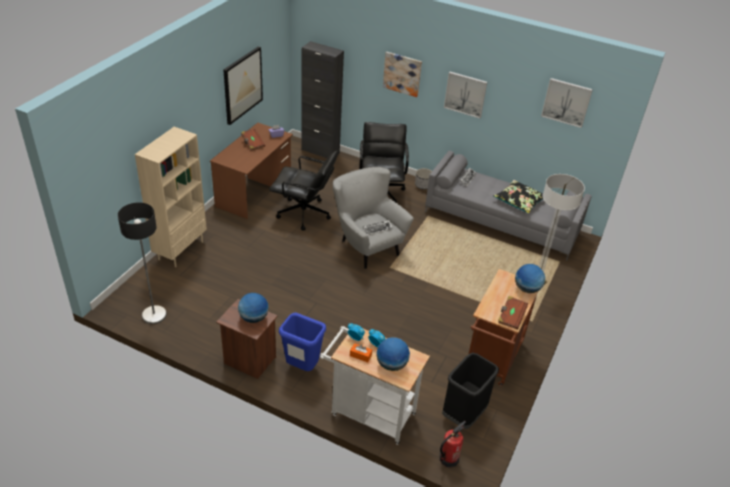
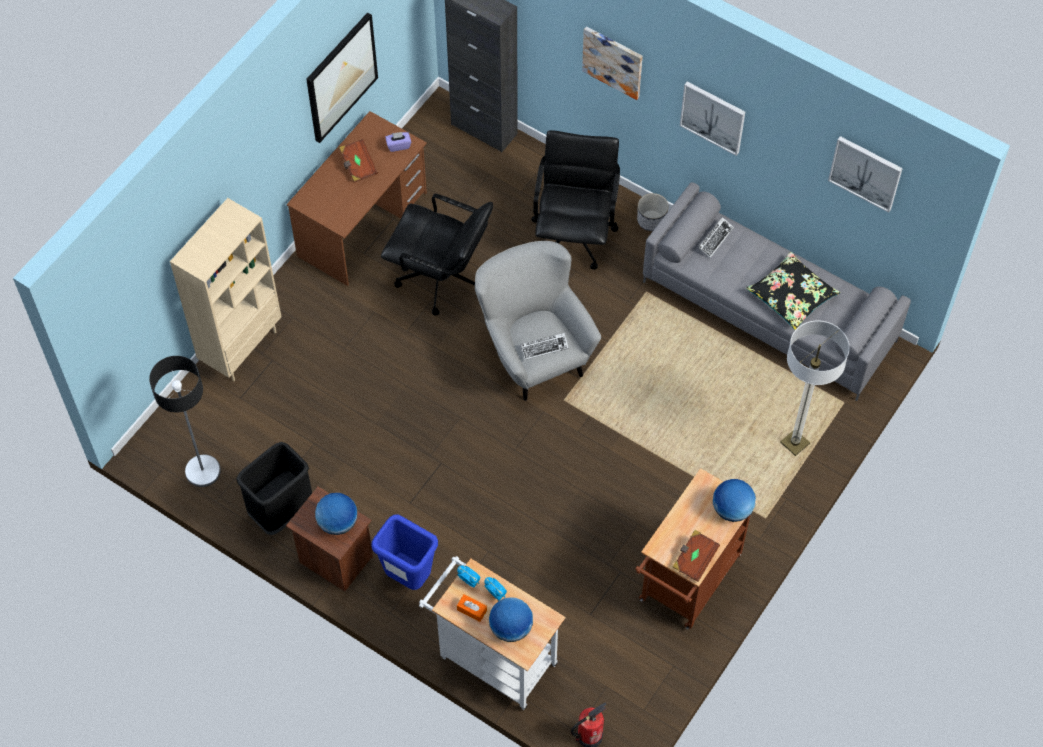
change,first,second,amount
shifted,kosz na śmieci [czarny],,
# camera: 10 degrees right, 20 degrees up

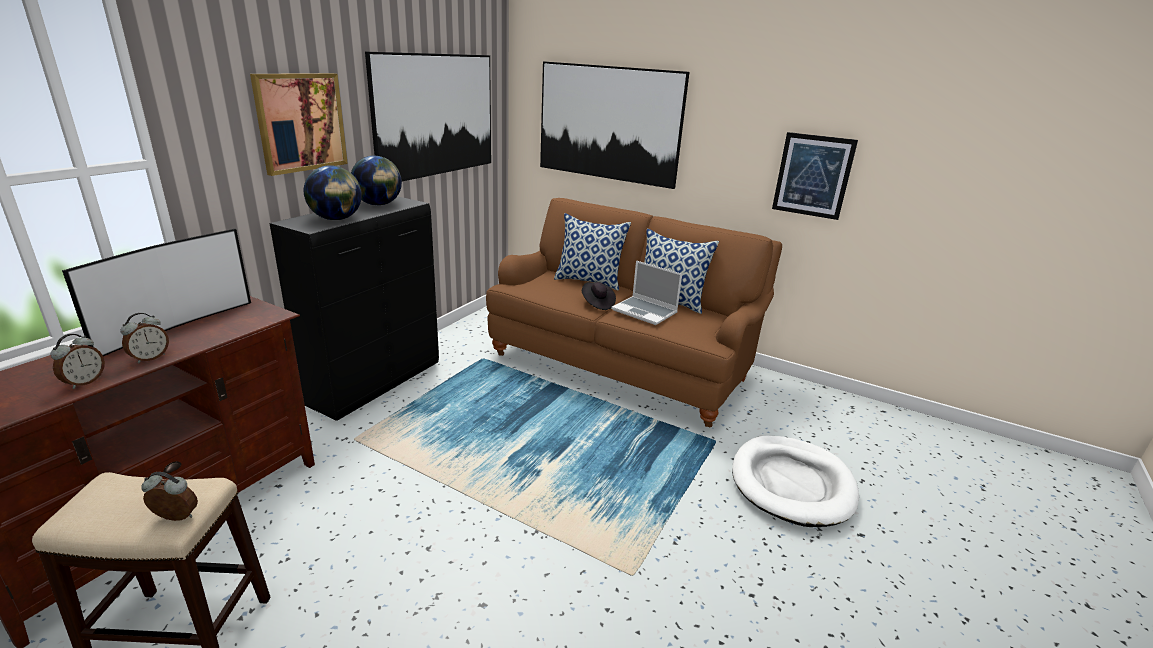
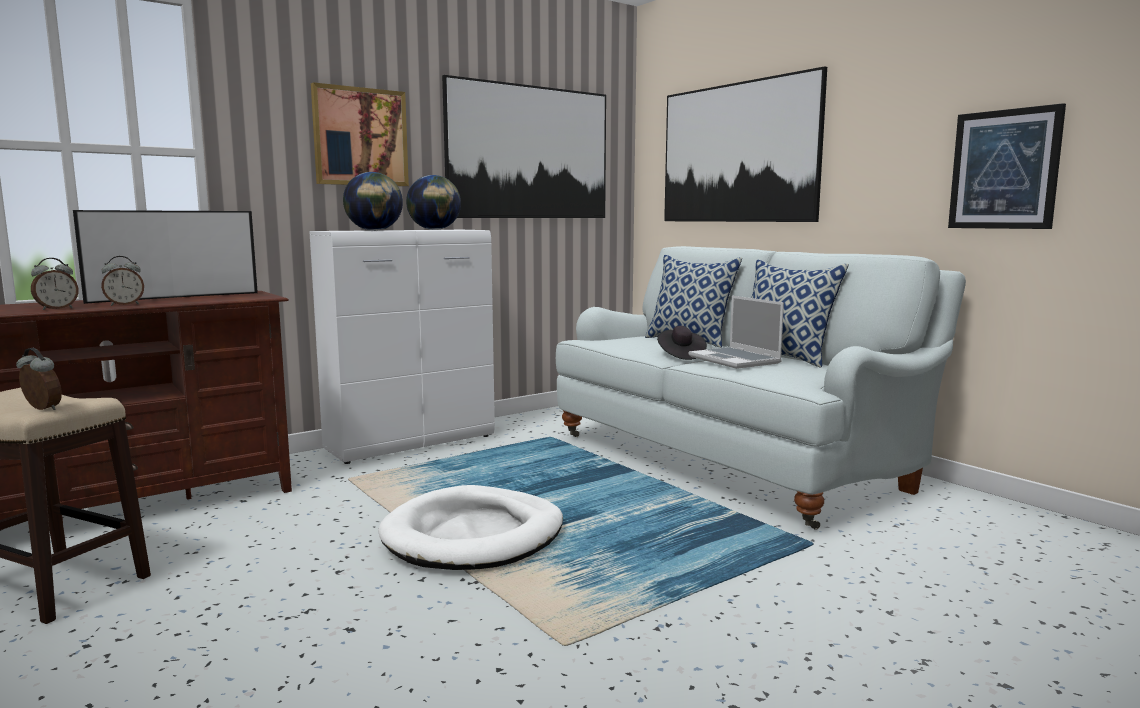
change,first,second,amount
repainted,szafka [czarny],szafka [biały],
repainted,kanapa [brązowy],kanapa [biały],
shifted,legowisko [biały],,
# camera: 25 degrees right, 15 degrees down

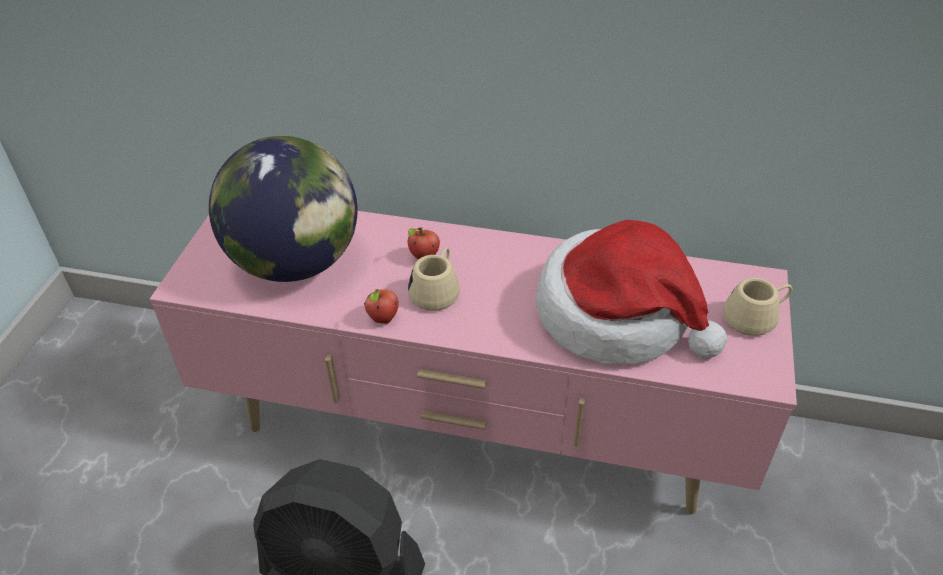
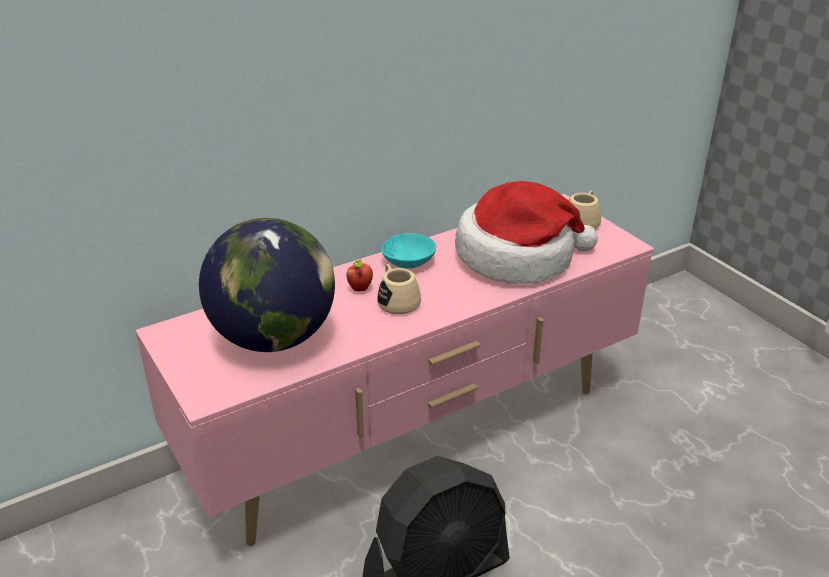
change,first,second,amount
gone,jabłko (no. 1 from left),,
new,,miska [turkusowy],
# camera: 45 degrees left, 10 degrees down

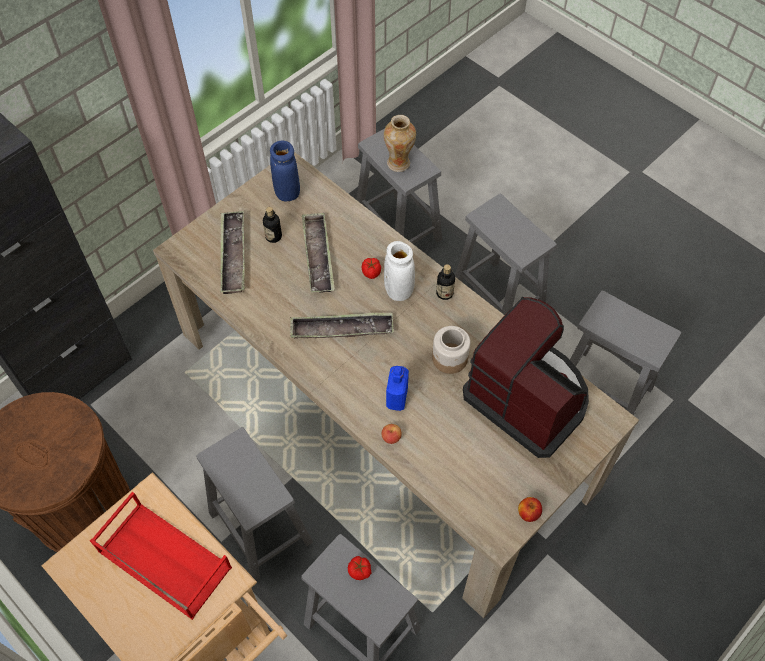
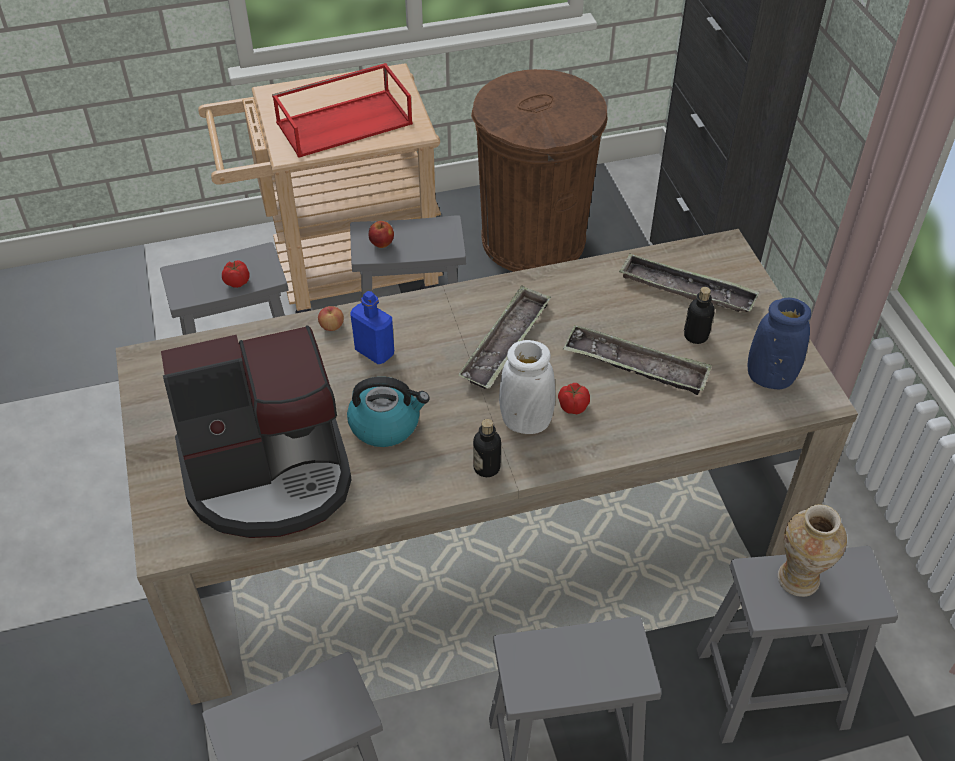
change,first,second,amount
swapped,słoik,czajnik,
shifted,jabłko (no. 2 from left),,
# camera: 120 degrees right, 10 degrees down

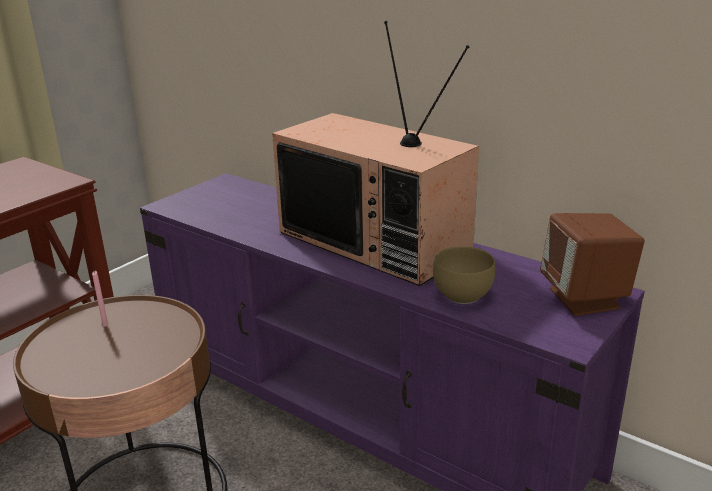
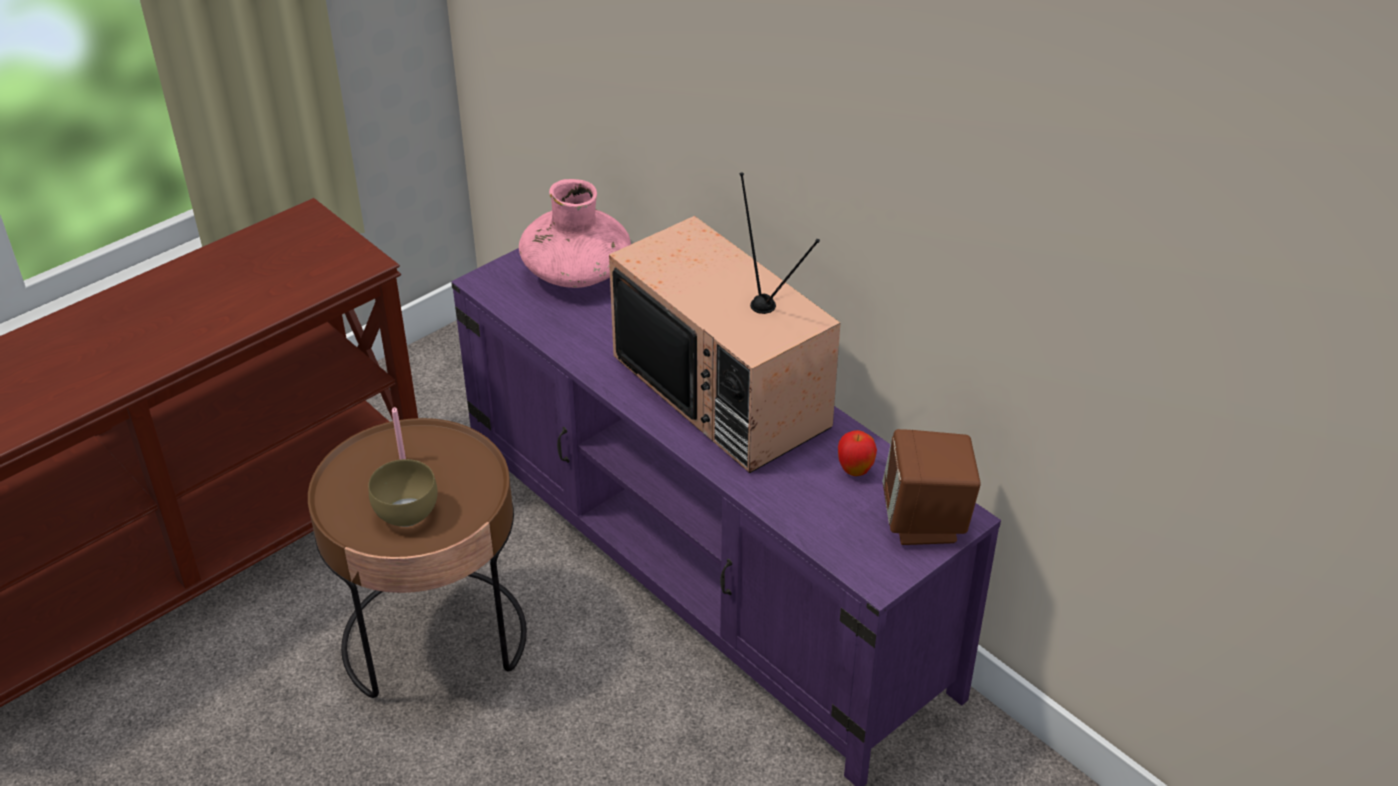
change,first,second,amount
shifted,miska [brązowy],,
new,,wazon [różowy],
new,,jabłko,
# camera: 10 degrees right, 15 degrees up

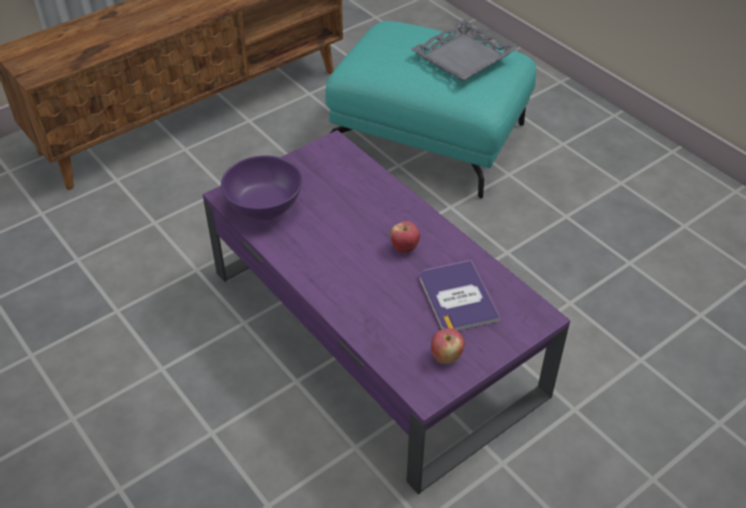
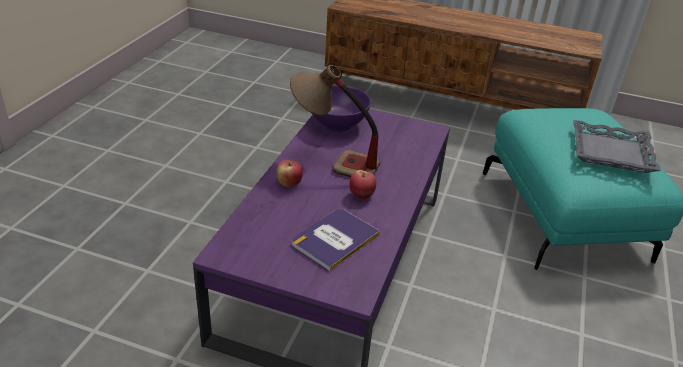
change,first,second,amount
shifted,jabłko (no. 2 from left in the first image),jabłko (no. 1 from left),
new,,lampa stołowa,
# camera: 55 degrees right, 10 degrees down

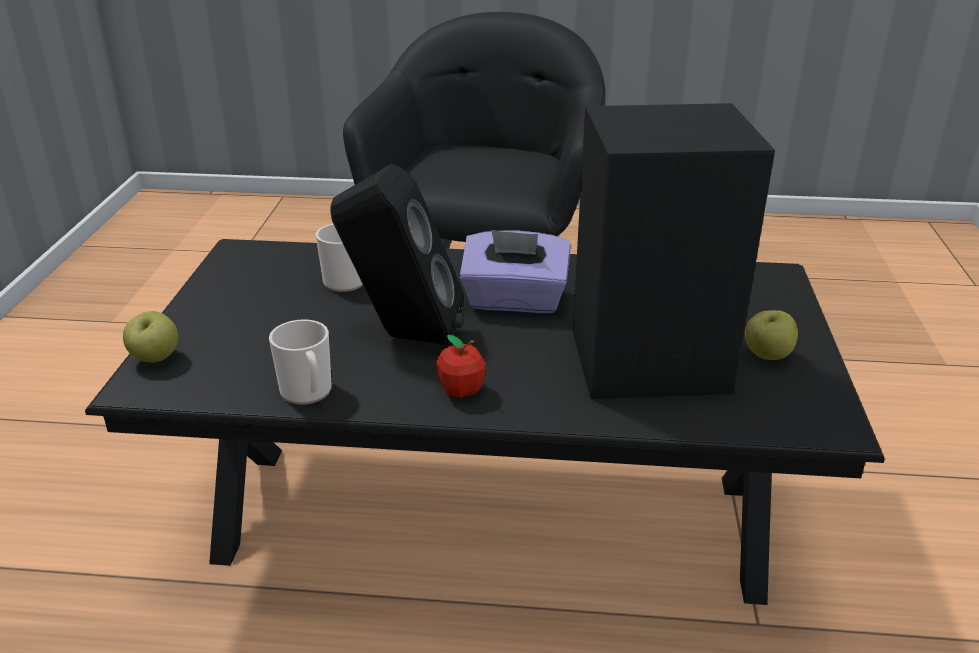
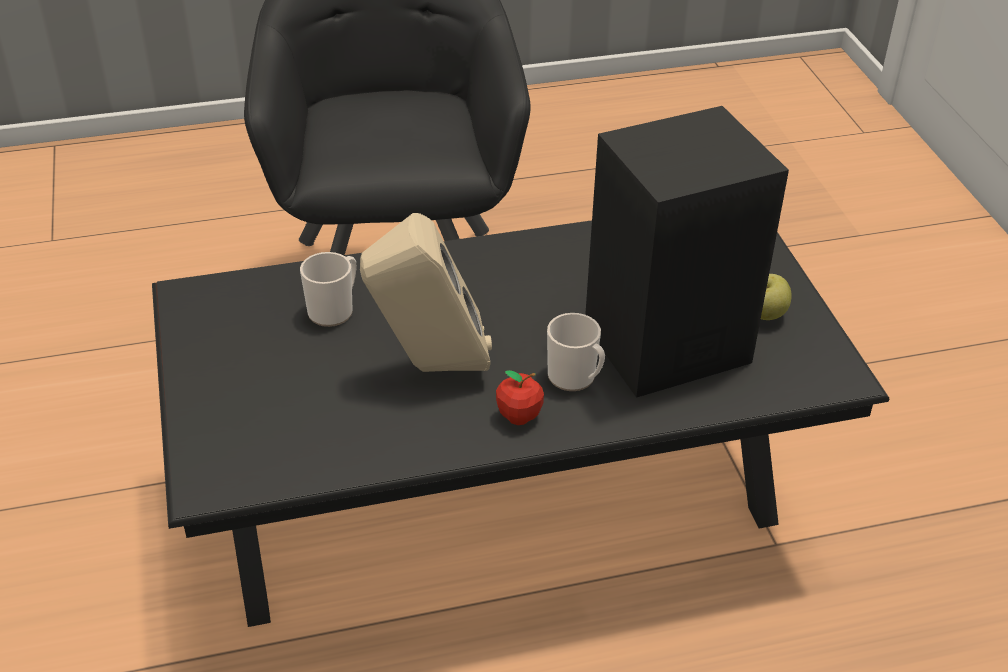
change,first,second,amount
repainted,głośnik [czarny] (no. 1 from left),głośnik [beżowy],
gone,pudełko chusteczek [fioletowy],,
gone,jabłko (no. 1 from left),,
shifted,kubek (no. 1 from left in the first image),kubek (no. 2 from left),
# camera: 20 degrees left, 10 degrees up

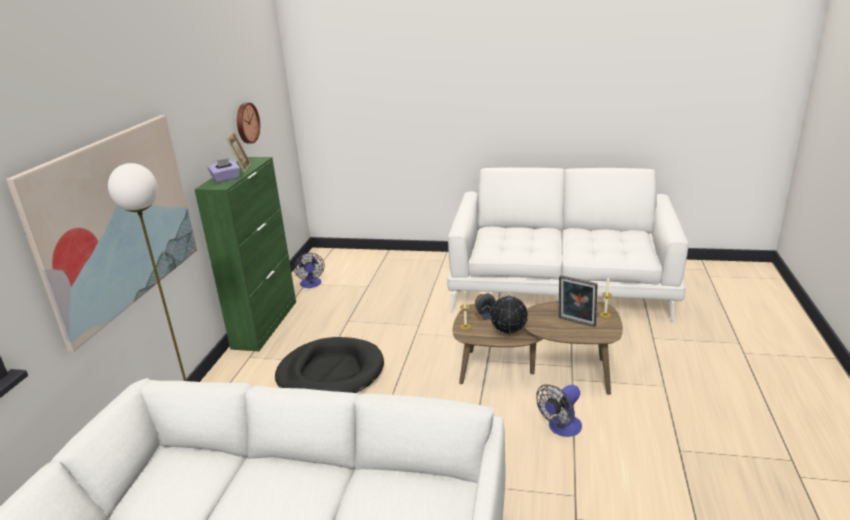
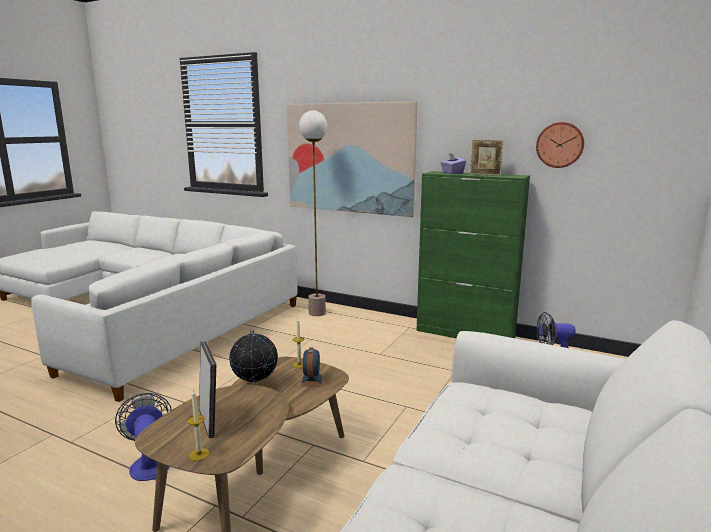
change,first,second,amount
rotated,ramka na zdjęcie (no. 2 from left in the first image),ramka na zdjęcie (no. 1 from left),105 degrees clockwise
gone,legowisko [czarny],,
# camera: 105 degrees right, 10 degrees down

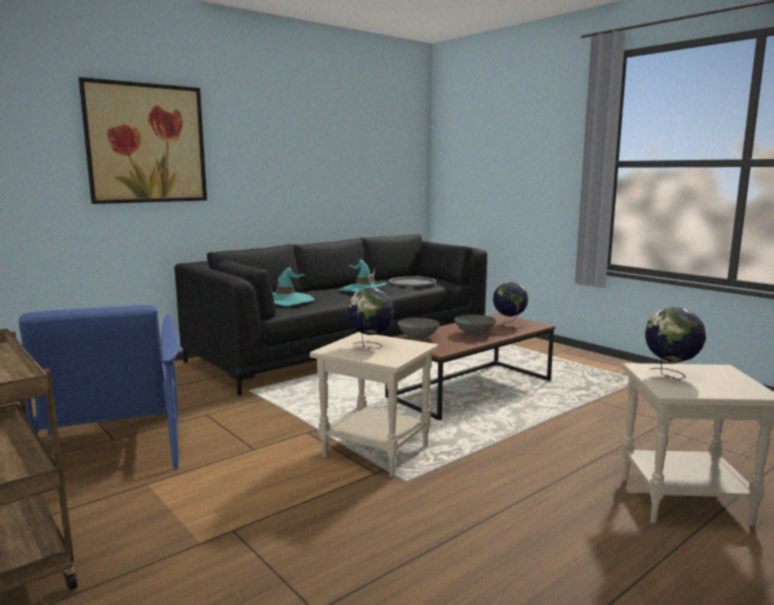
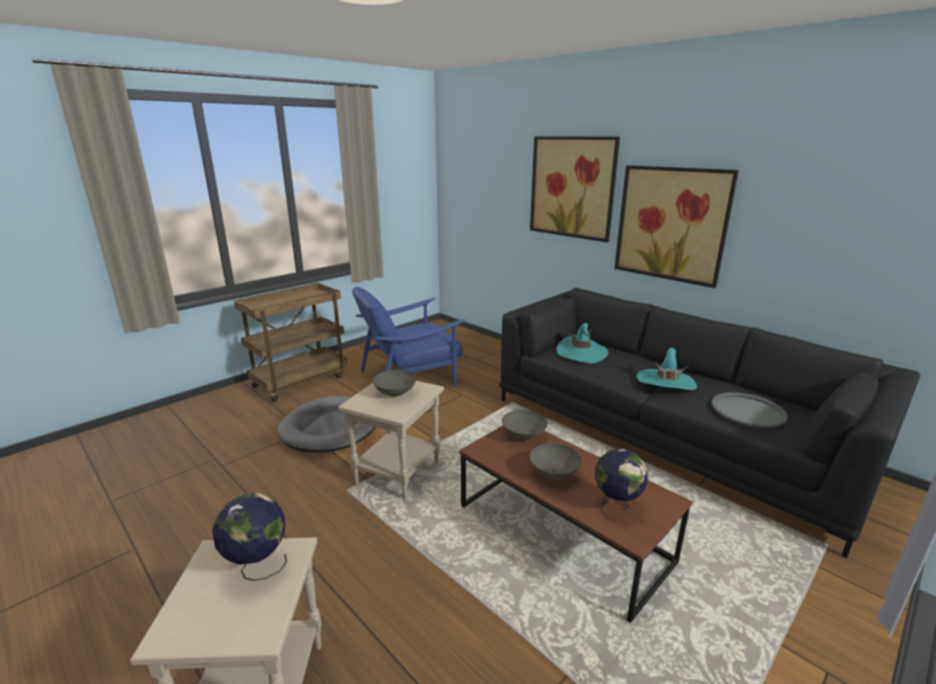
change,first,second,amount
swapped,globus (no. 1 from left),miska [szary] (no. 1 from left),
new,,obraz (no. 2 from left),
new,,legowisko [szary],
# camera: 85 degrees right, 10 degrees up

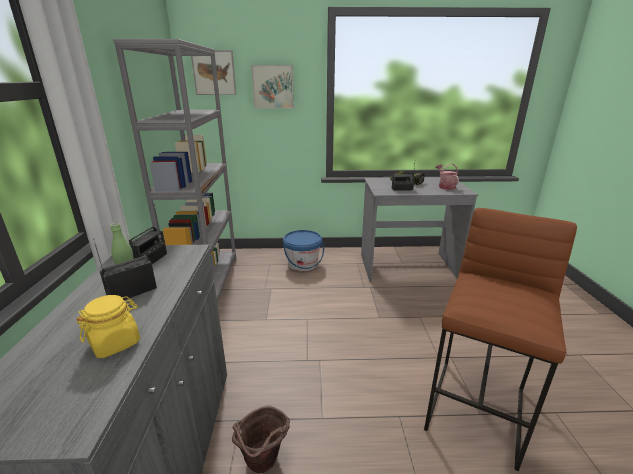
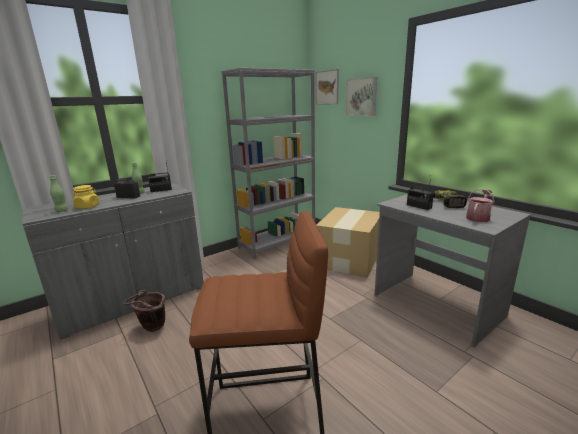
change,first,second,amount
swapped,wiadro [niebieski],karton,
new,,butelka [zielony] (no. 1 from left),
# camera: 55 degrees right, 5 degrees down

